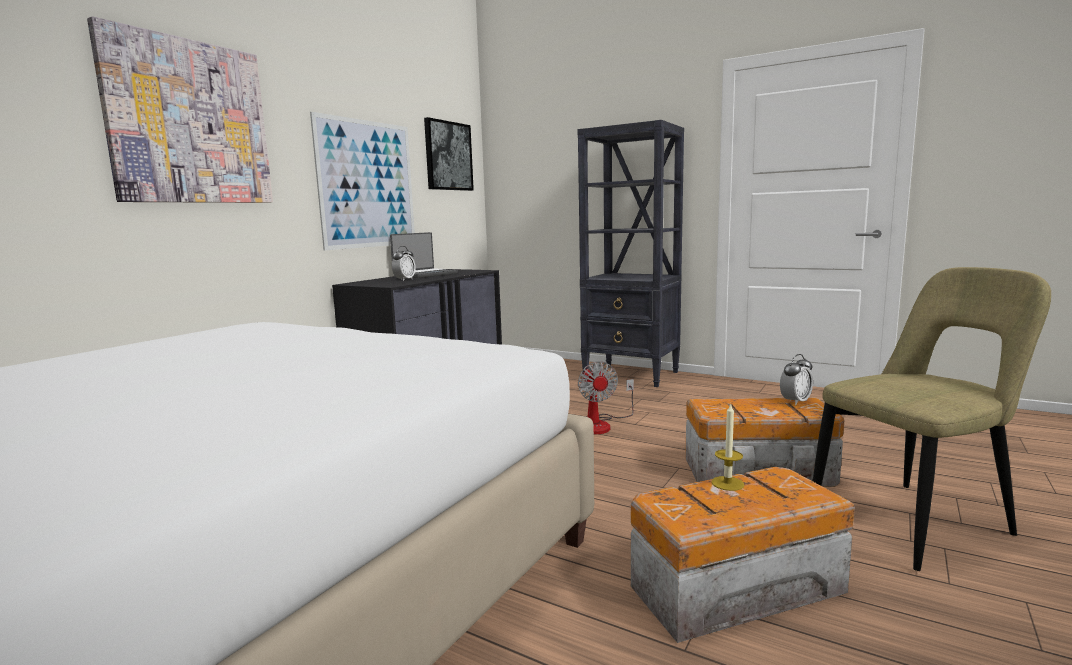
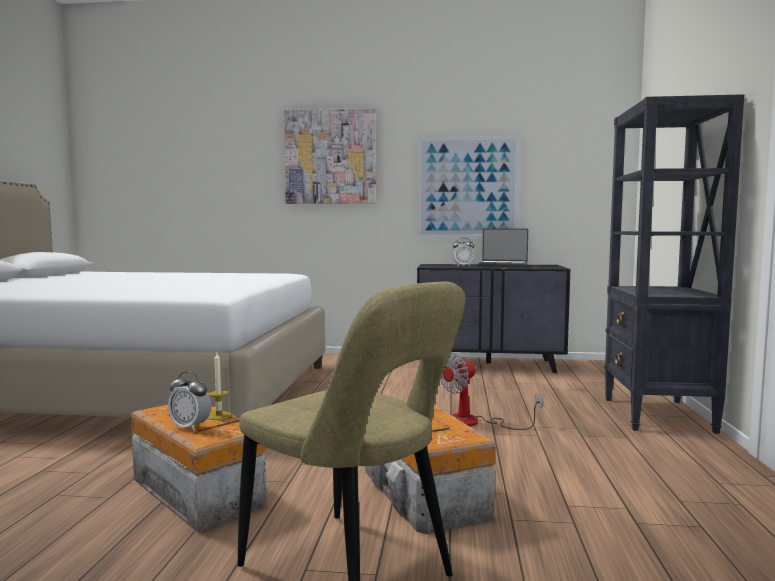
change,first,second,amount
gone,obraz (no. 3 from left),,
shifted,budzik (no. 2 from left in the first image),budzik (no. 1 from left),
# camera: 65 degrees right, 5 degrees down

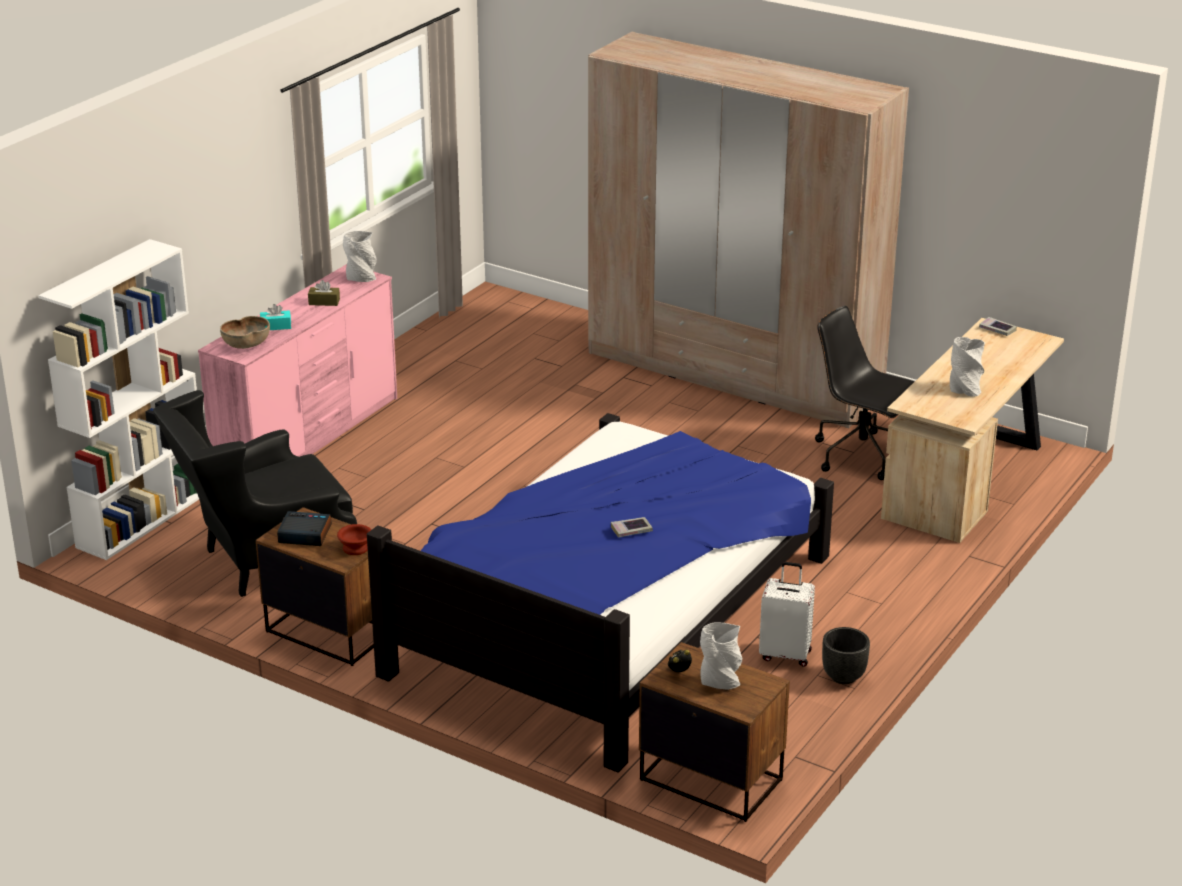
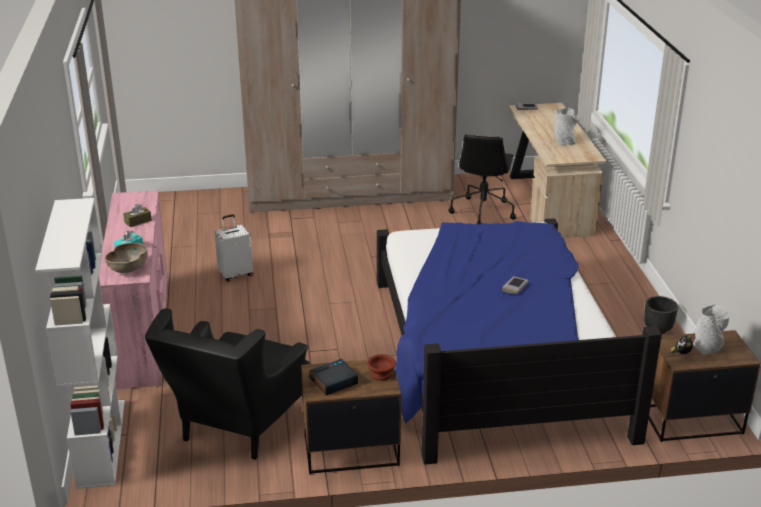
change,first,second,amount
gone,wazon [szary] (no. 1 from left),,
rotated,krzesło biurowe [czarny],,75 degrees counterclockwise
shifted,walizka [biały],,
# camera: 40 degrees left, 0 degrees up

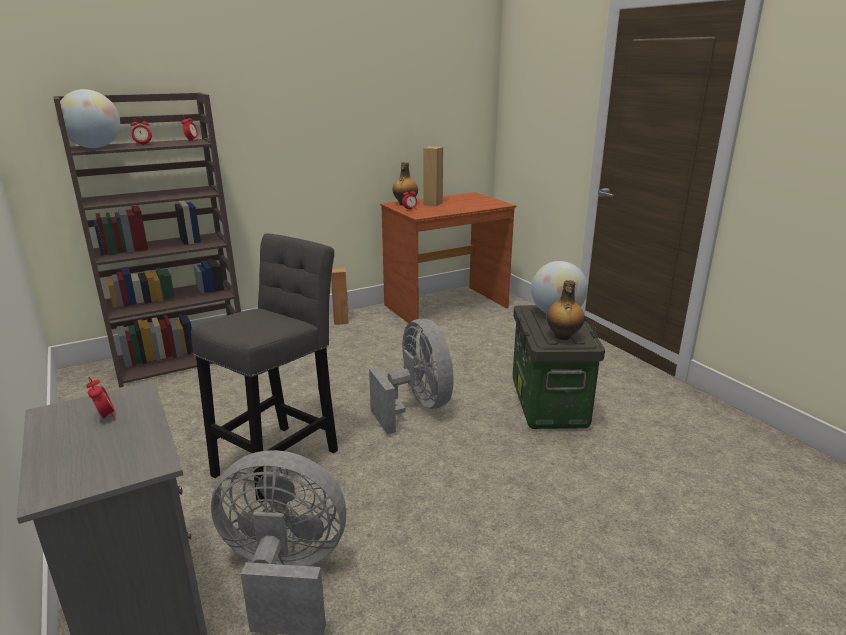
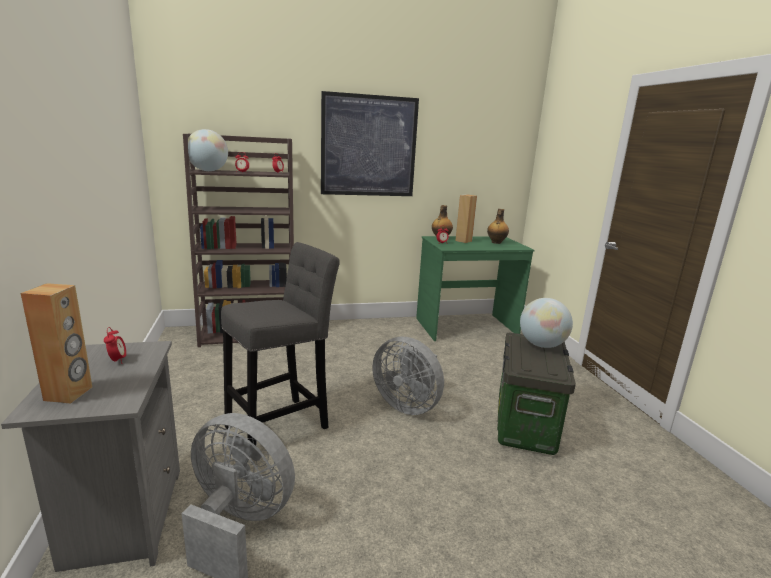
change,first,second,amount
repainted,biurko [brązowy],biurko [zielony],
shifted,głośnik [brązowy] (no. 1 from left),,
shifted,butelka (no. 2 from left),,
rotated,wentylator [szary] (no. 2 from left),,135 degrees clockwise
new,,obraz,
# camera: 15 degrees right, 5 degrees down

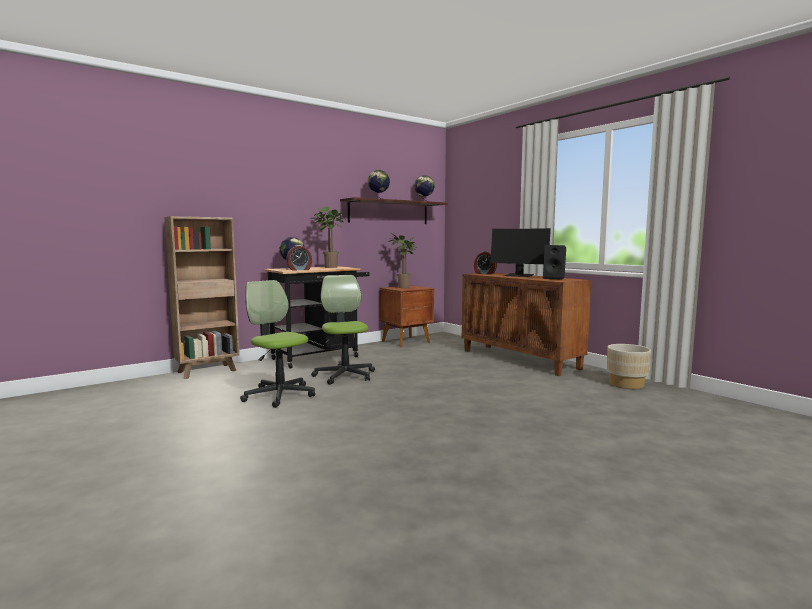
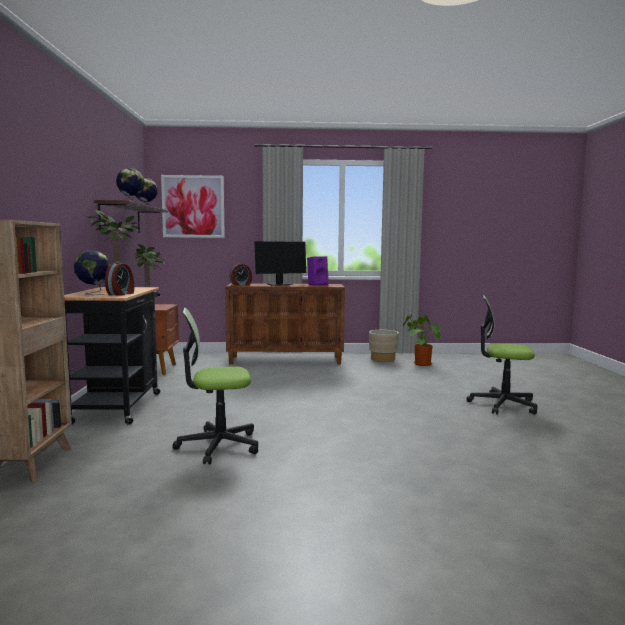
change,first,second,amount
repainted,głośnik [czarny],głośnik [fioletowy],
shifted,krzesło biurowe (no. 2 from left),,
new,,obraz,
new,,roślina doniczkowa (no. 3 from left),
# camera: 55 degrees left, 0 degrees up

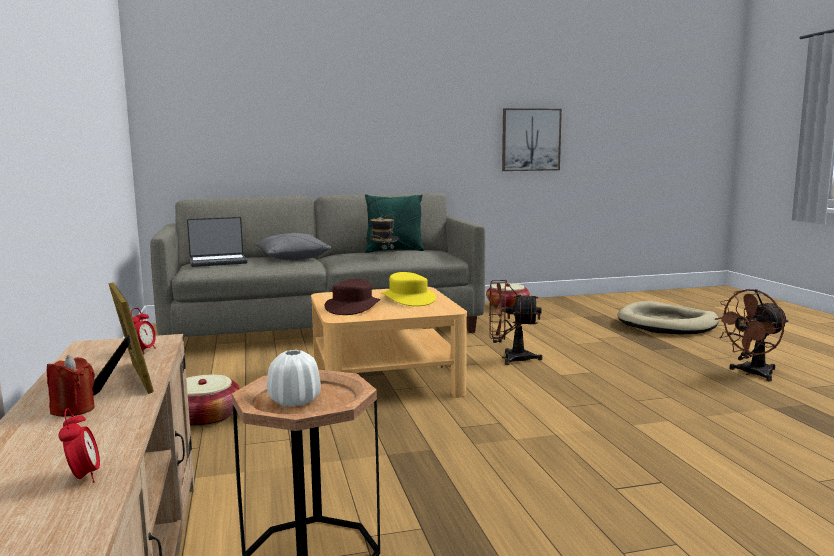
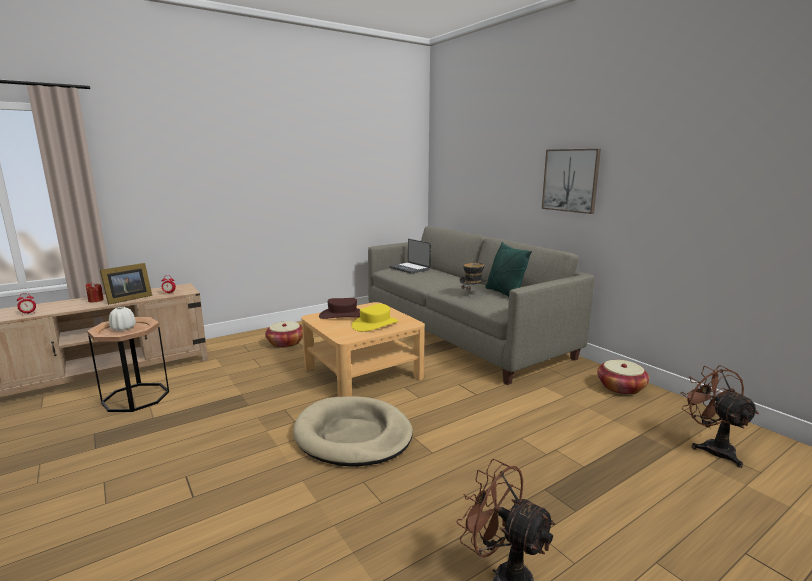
change,first,second,amount
shifted,obraz,,
gone,poduszka [szary],,
shifted,wentylator [brązowy] (no. 1 from left in the first image),wentylator [brązowy] (no. 2 from left),
shifted,legowisko [beżowy],,
# camera: 70 degrees right, 5 degrees up

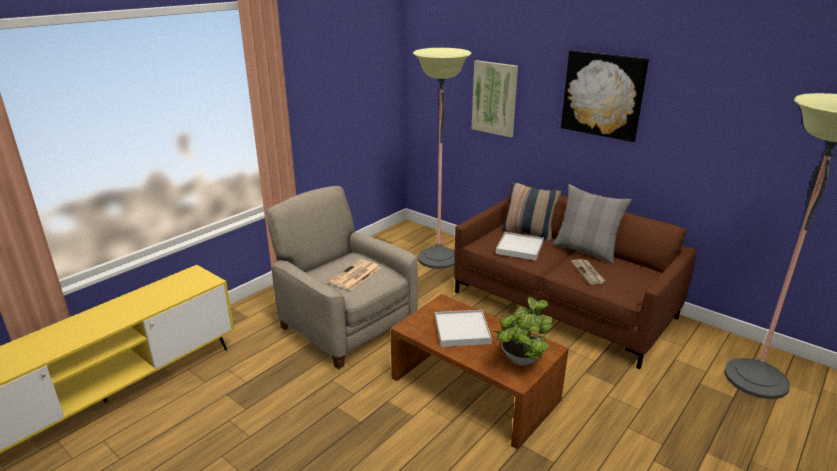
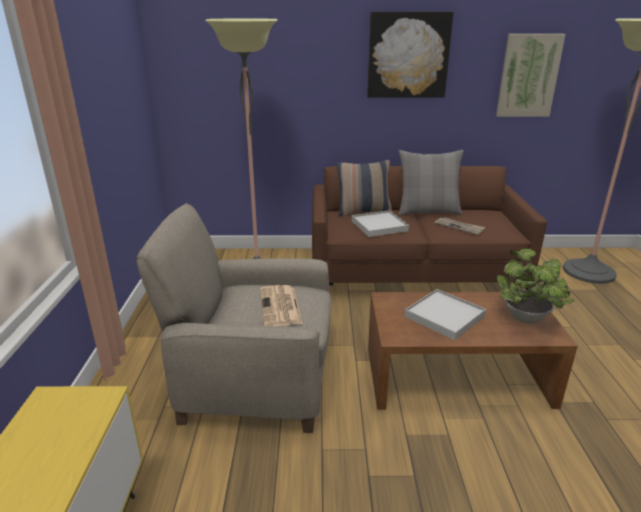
change,first,second,amount
shifted,obraz (no. 1 from left in the first image),obraz (no. 2 from left),
# camera: 40 degrees left, 0 degrees up

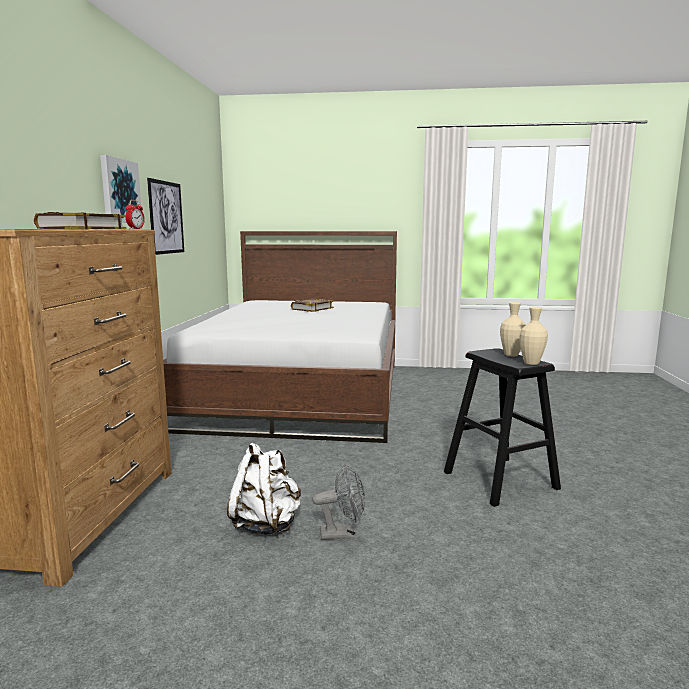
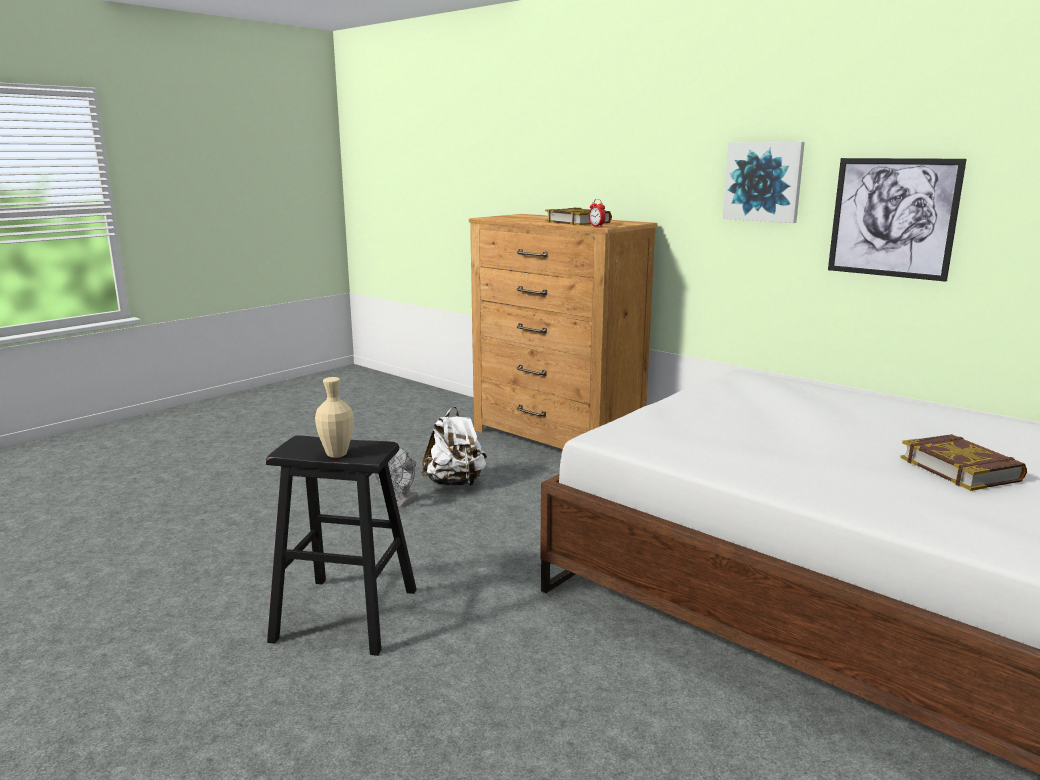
change,first,second,amount
gone,wazon [beżowy] (no. 2 from left),,
# camera: 125 degrees right, 5 degrees up

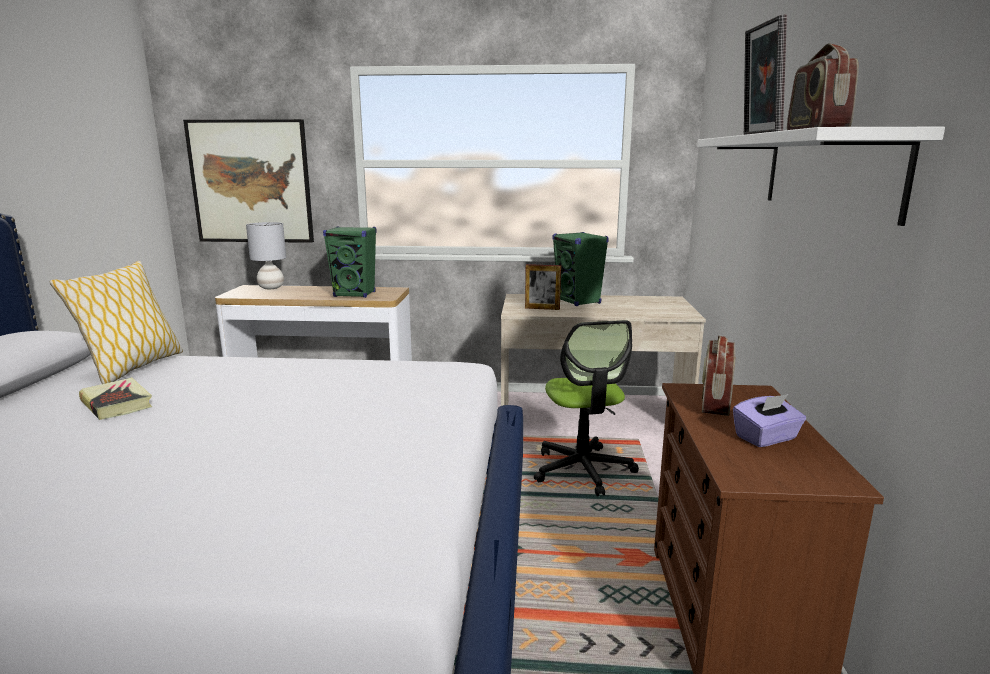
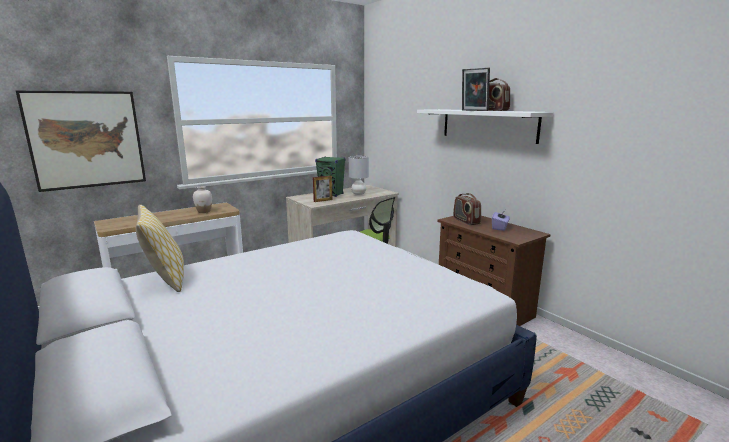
change,first,second,amount
shifted,lampa stołowa [szary],,
swapped,głośnik [zielony] (no. 1 from left),wazon [biały],
gone,książka,,
# camera: 40 degrees left, 0 degrees up

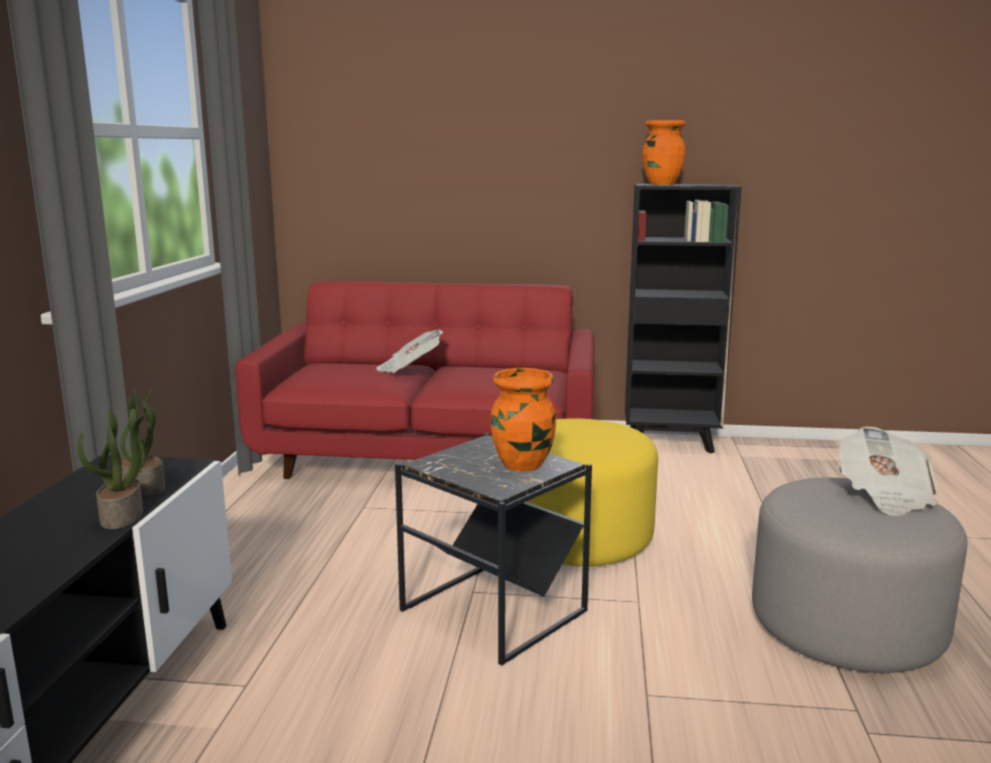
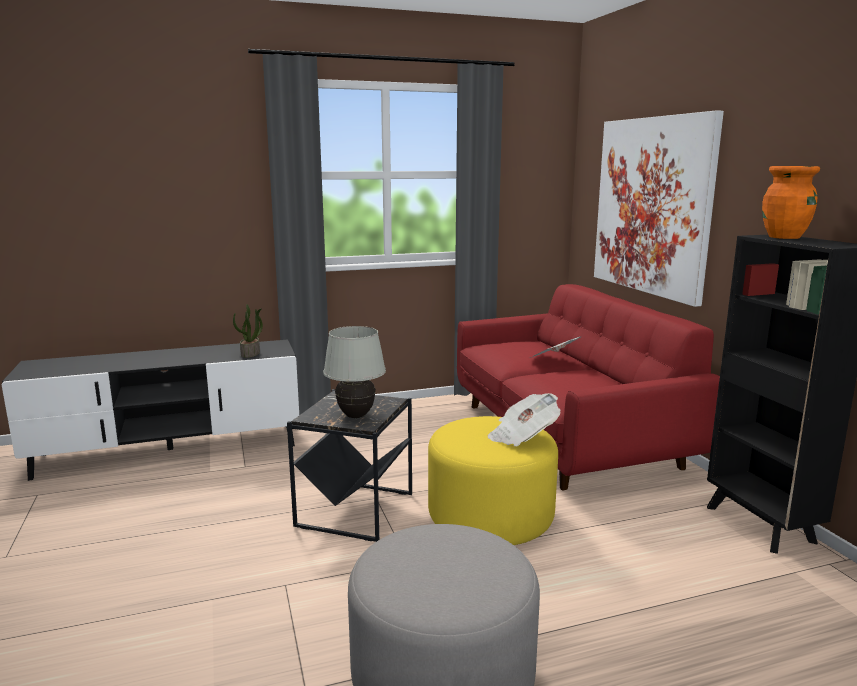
change,first,second,amount
swapped,wazon [pomarańczowy] (no. 1 from left),lampa stołowa [biały],
gone,roślina doniczkowa (no. 1 from left),,
shifted,gazeta (no. 2 from left in the first image),gazeta (no. 1 from left),
new,,obraz,
# camera: 65 degrees right, 0 degrees up

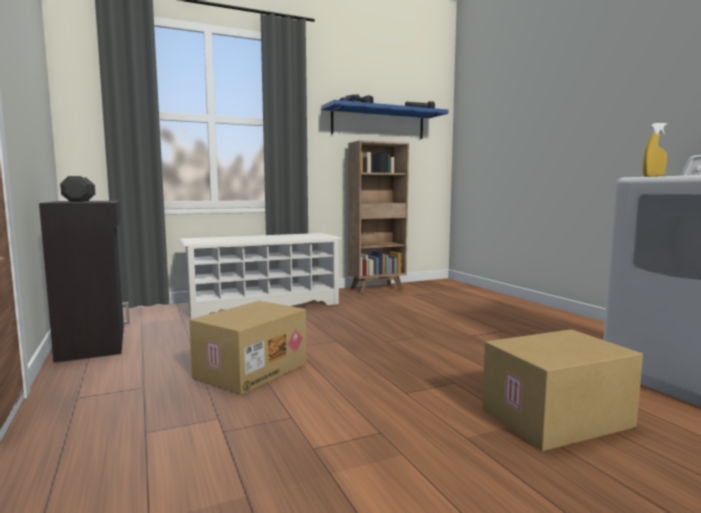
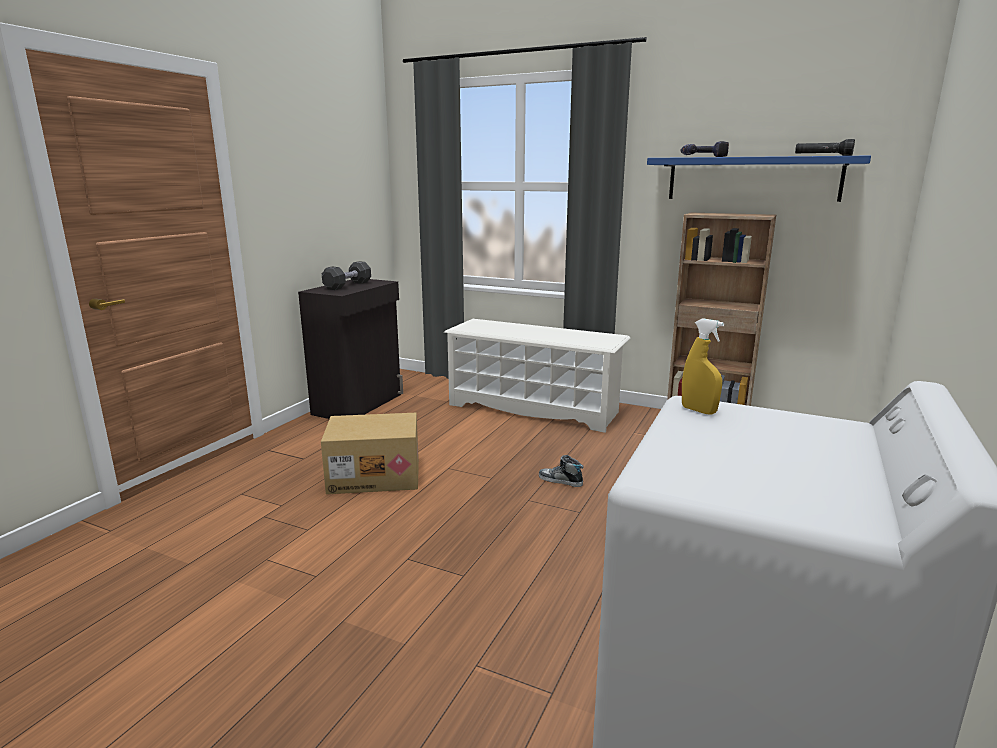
change,first,second,amount
gone,karton (no. 2 from left),,
new,,but,
# camera: 50 degrees right, 10 degrees up

